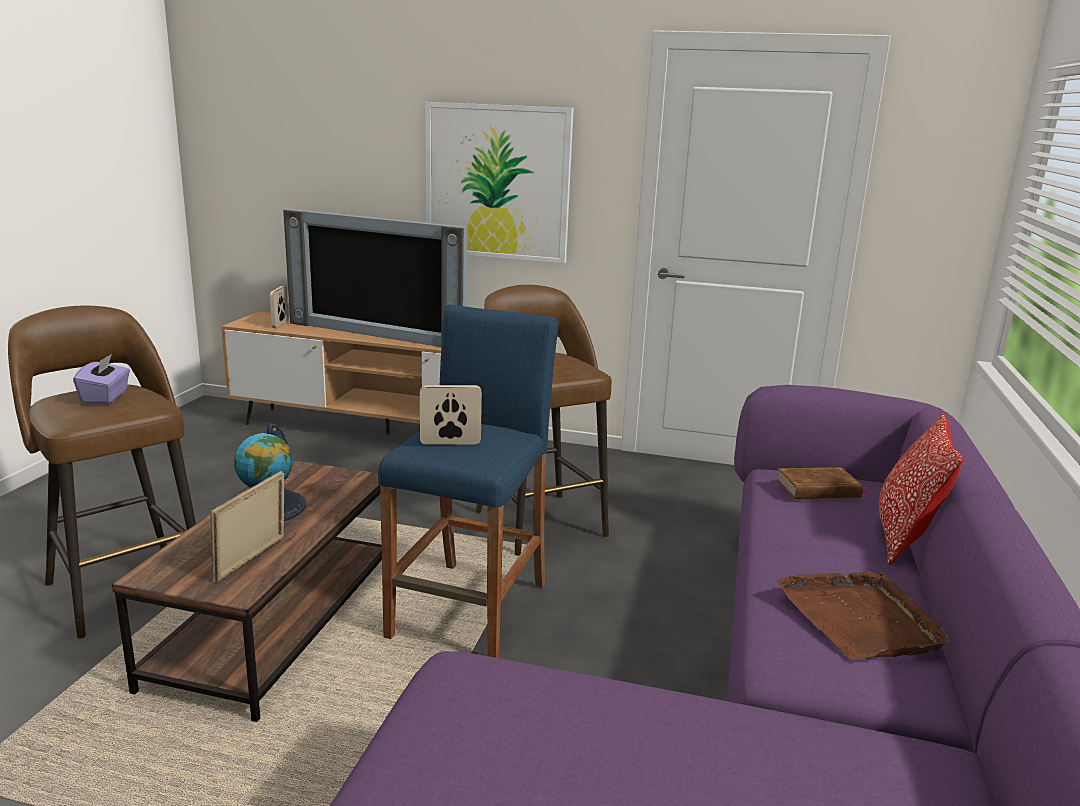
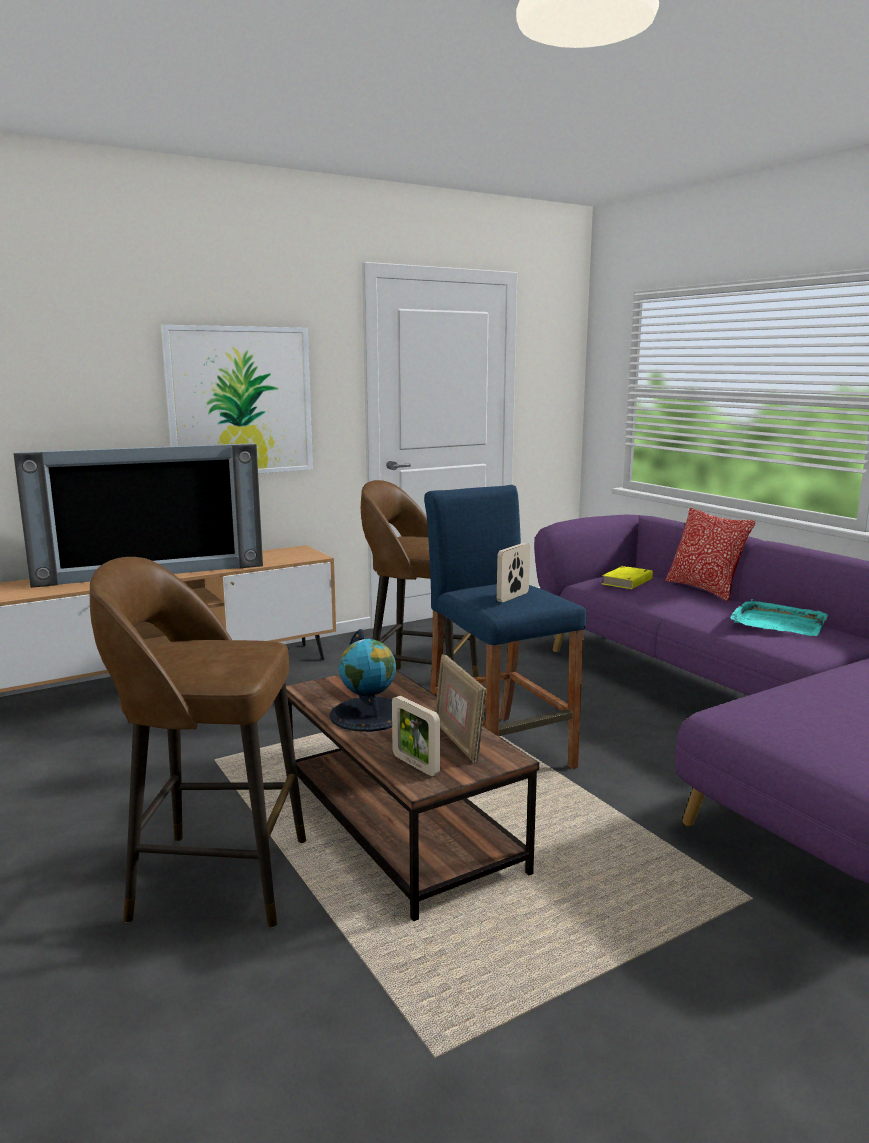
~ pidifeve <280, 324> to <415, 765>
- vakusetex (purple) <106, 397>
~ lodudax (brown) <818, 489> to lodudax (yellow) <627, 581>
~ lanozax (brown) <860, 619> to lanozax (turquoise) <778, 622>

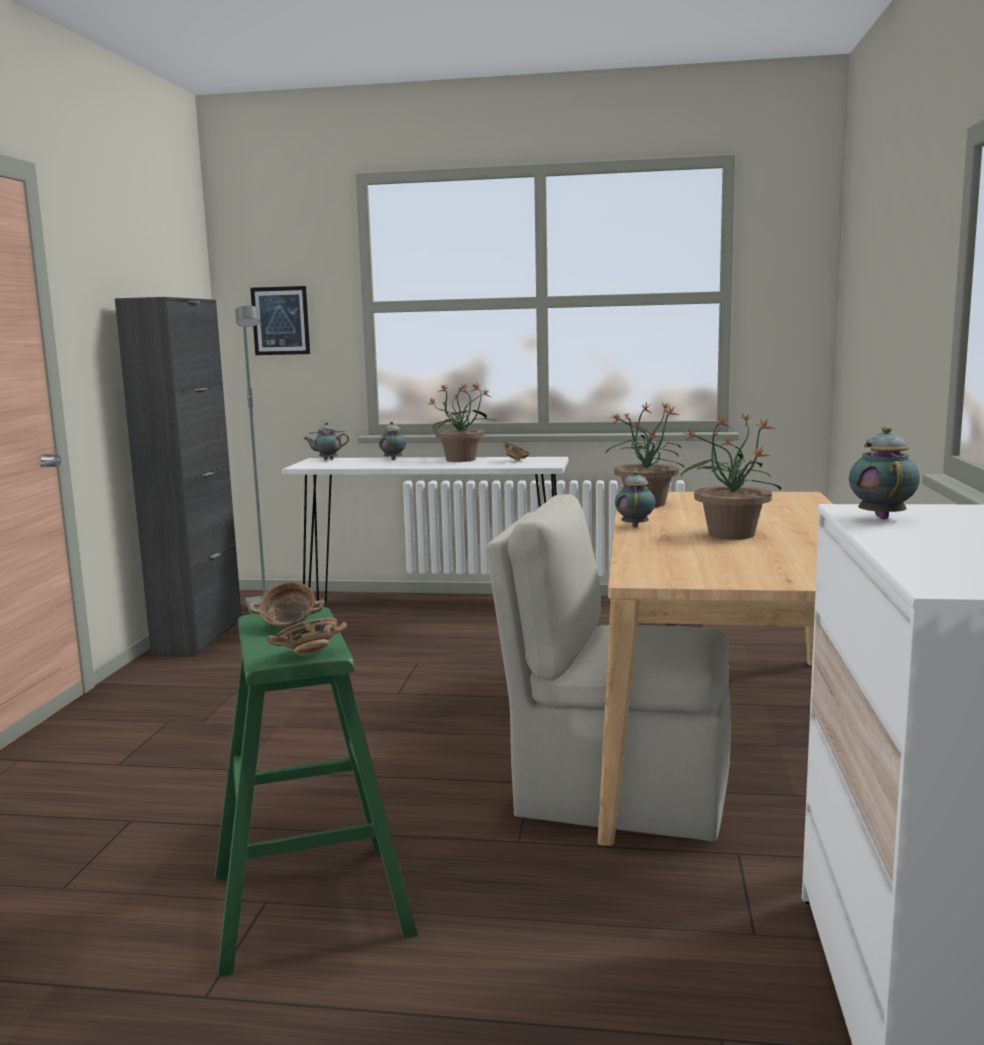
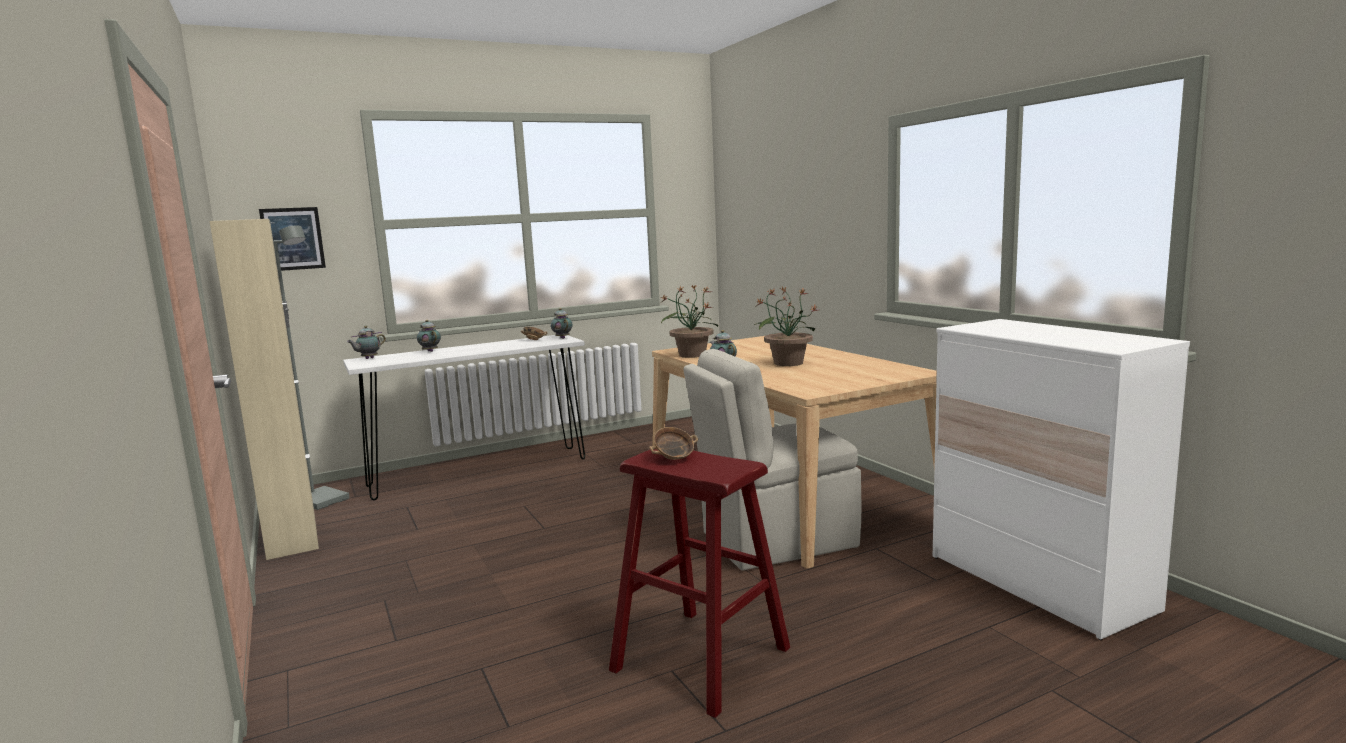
~ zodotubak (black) <198, 636> to zodotubak (beige) <292, 536>
- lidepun <462, 459>
~ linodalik <881, 517> to <562, 338>
~ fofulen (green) <310, 902> to fofulen (red) <700, 659>
- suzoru <309, 654>

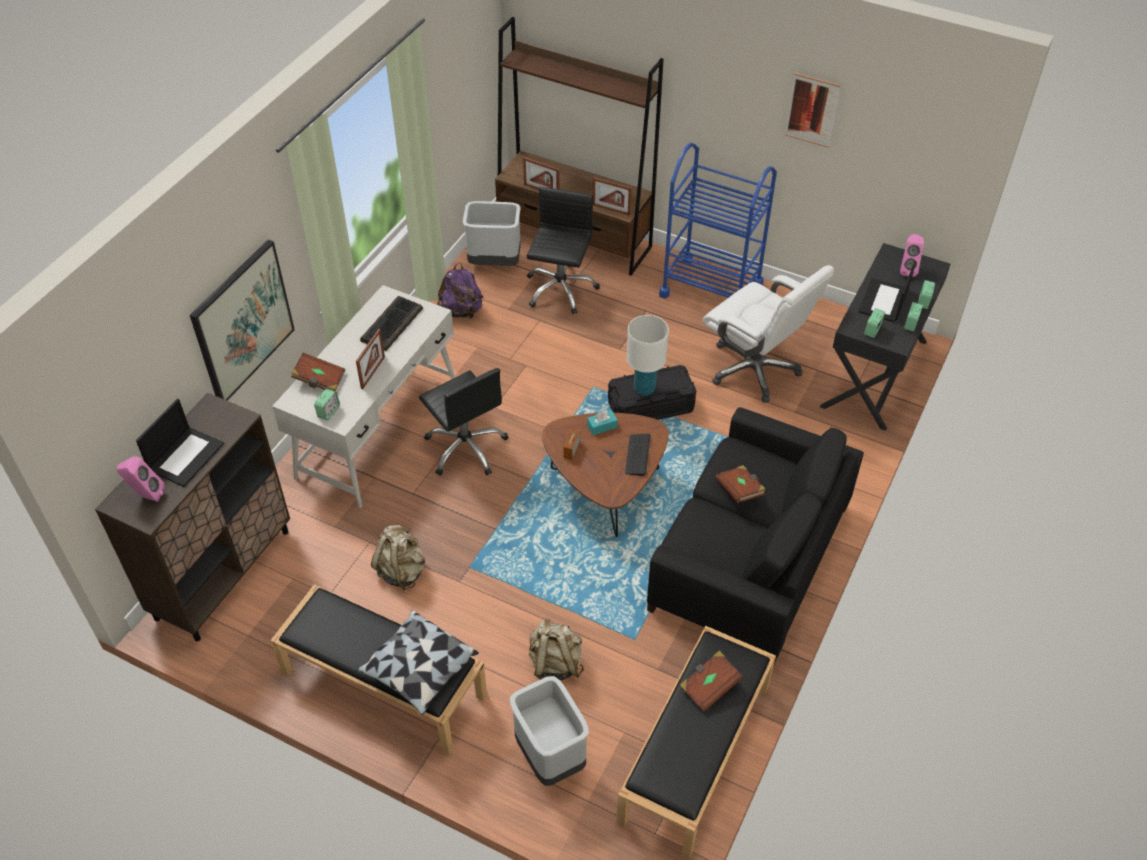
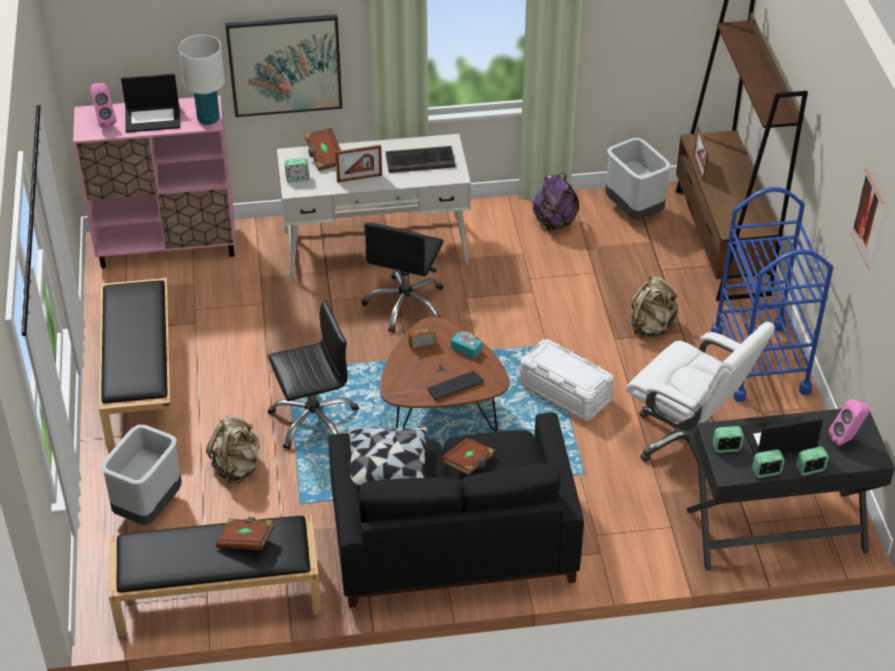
- pidifeve <611, 209>
~ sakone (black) <560, 289> to <313, 420>
~ sakone (white) <755, 369> = <687, 440> 60 degrees counterclockwise
~ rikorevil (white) <644, 389> to <208, 119>
~ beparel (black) <651, 407> to beparel (white) <565, 392>
~ zodotubak (brown) <223, 574> to zodotubak (pink) <168, 246>
~ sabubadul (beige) <402, 571> to <651, 326>
~ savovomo <419, 670> to <385, 469>

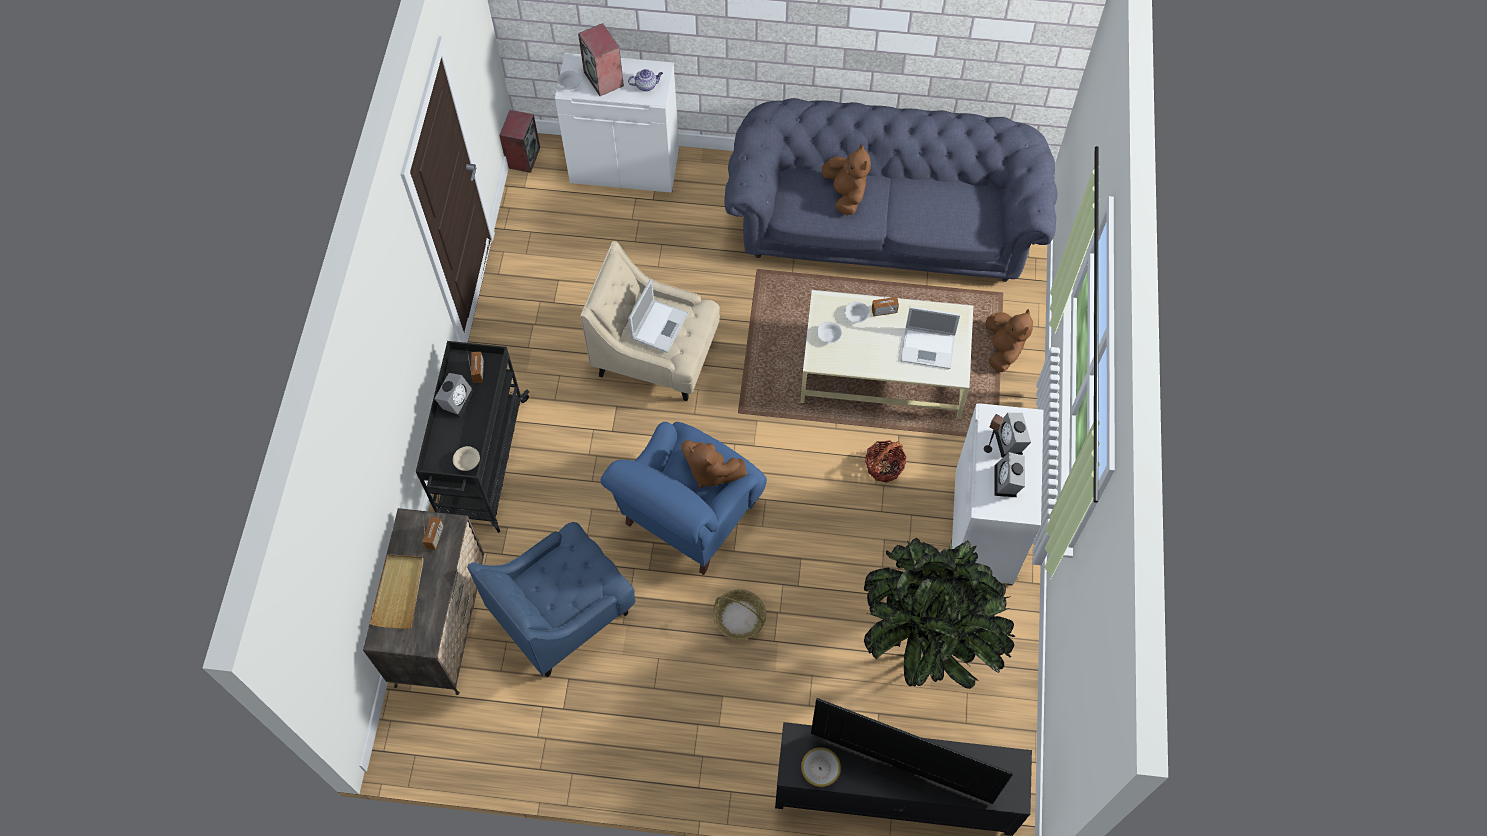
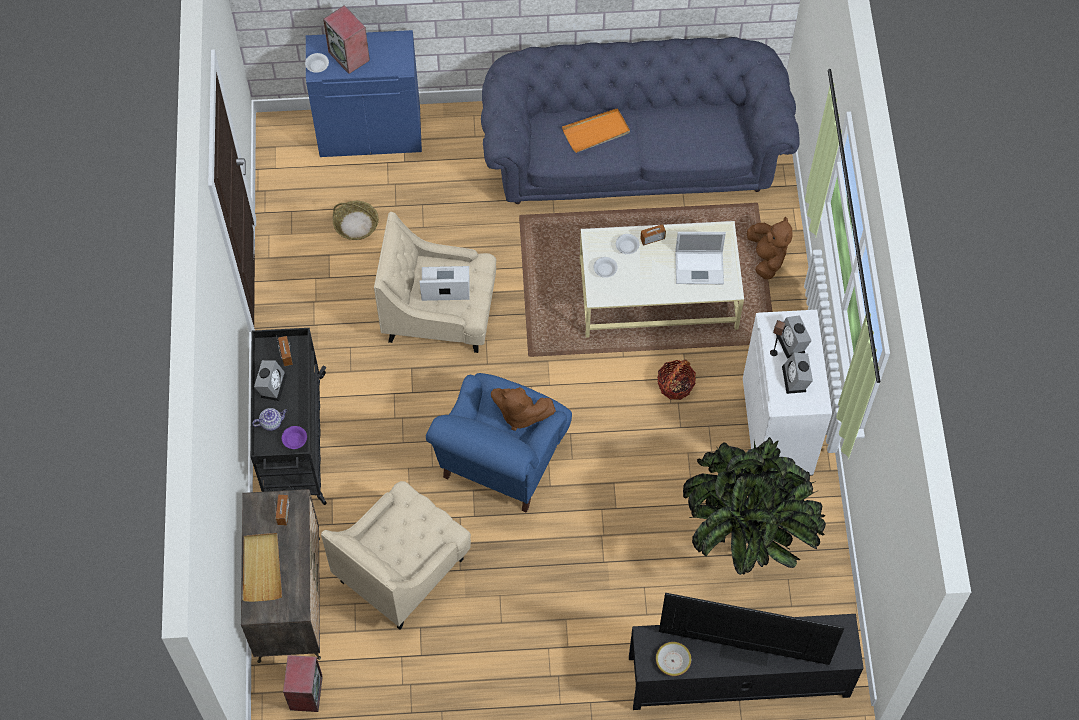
~ zodotubak (white) <625, 166> to zodotubak (blue) <370, 132>
~ linodalik <646, 85> to <271, 422>
~ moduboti <523, 157> to <305, 692>
~ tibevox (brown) <845, 194> to lanozax (orange) <596, 132>
~ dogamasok <660, 325> = <444, 284> 105 degrees counterclockwise
~ suzoru (beige) <467, 461> to suzoru (purple) <295, 440>
~ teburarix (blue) <564, 613> to teburarix (beige) <403, 569>
~ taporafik <739, 618> to <356, 225>

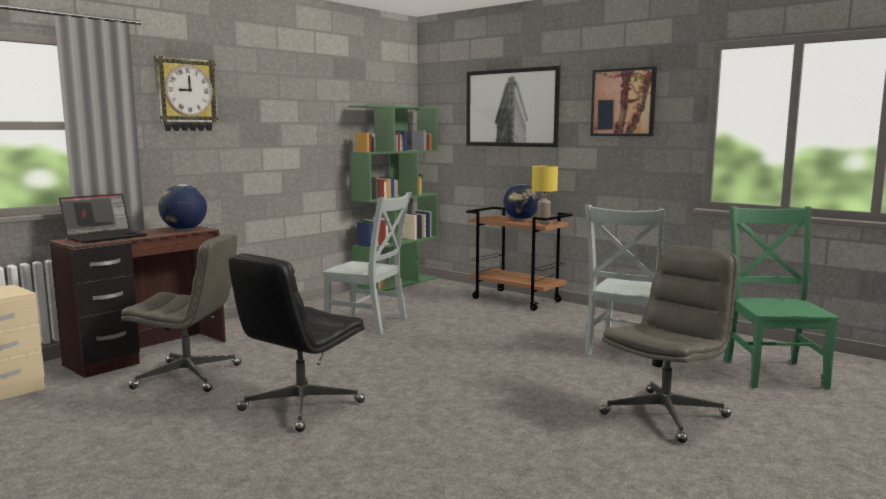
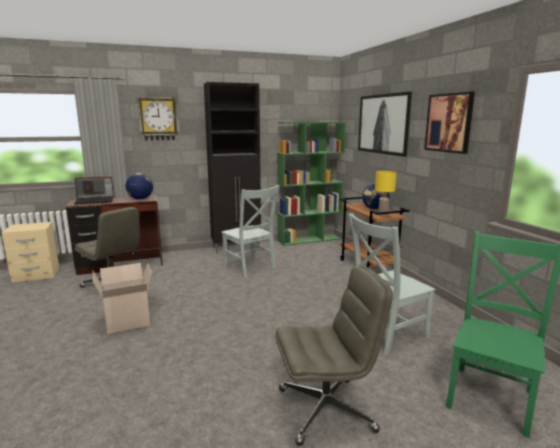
~ sakone (black) <301, 407> to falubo <127, 322>
+ zodotubak (black) <237, 248>

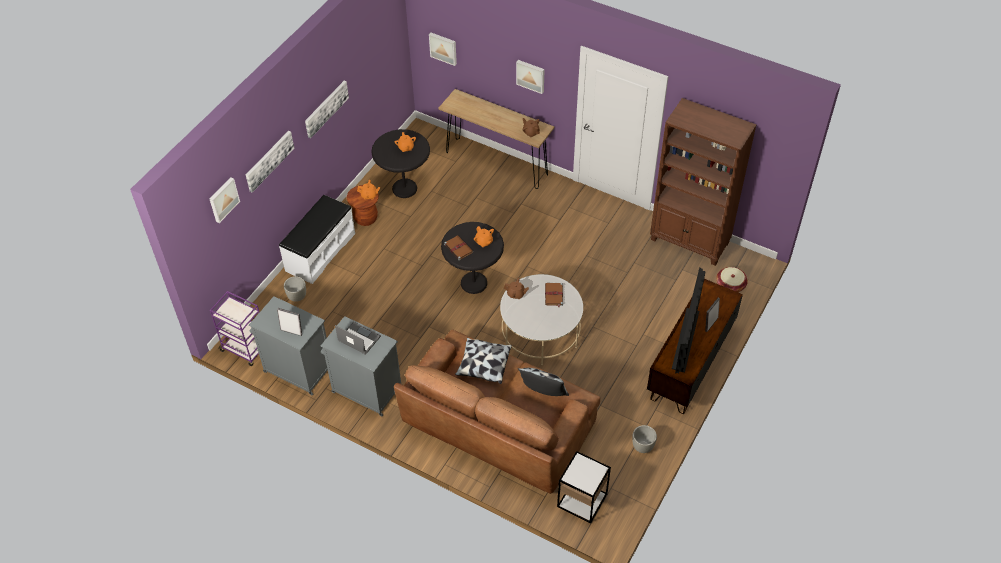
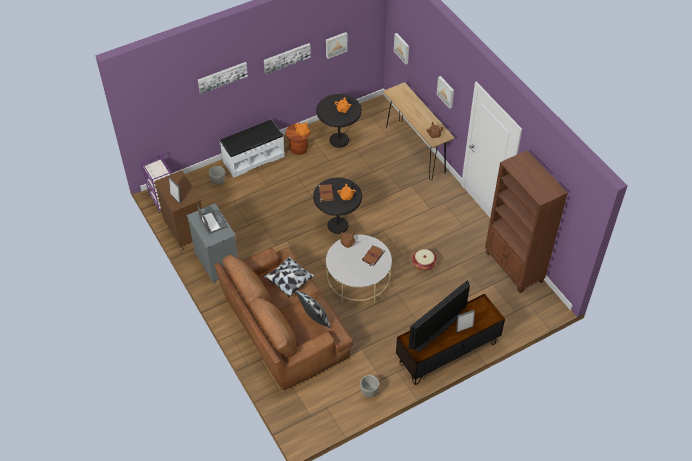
~ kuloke <223, 199> to <335, 44>
~ taporafik <730, 285> to <423, 264>
~ zodotubak (grey) <297, 369> to zodotubak (brown) <184, 229>
- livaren <582, 500>

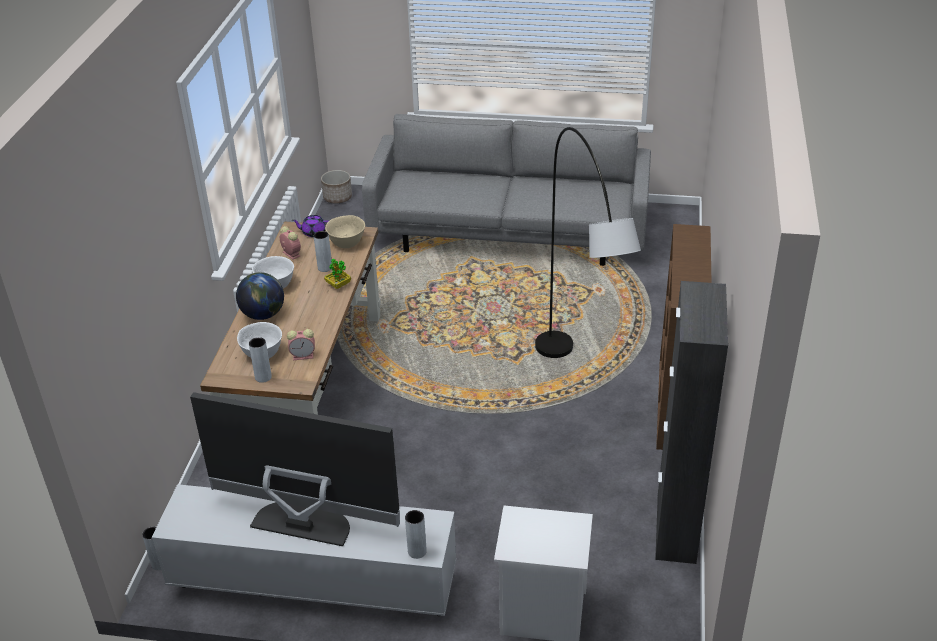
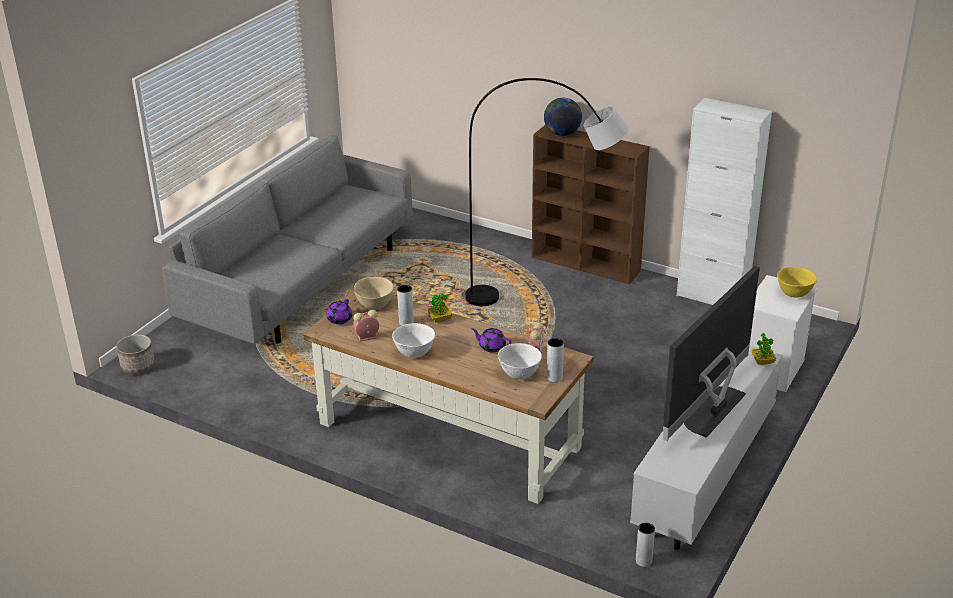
~ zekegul <263, 314> to <562, 134>
~ zodotubak (black) <676, 528> to zodotubak (white) <712, 297>
~ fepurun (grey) <417, 551> to lidepun <762, 362>
+ suzoru (yellow) <794, 293>
+ linodalik (purple) <491, 347>

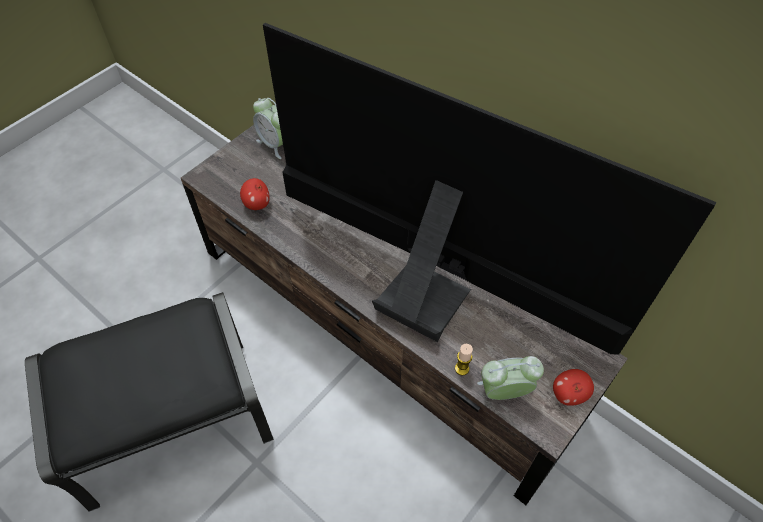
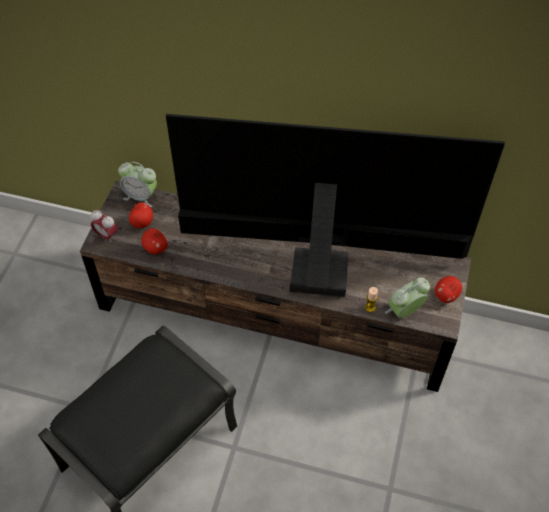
+ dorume <142, 223>
+ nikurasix <106, 235>

